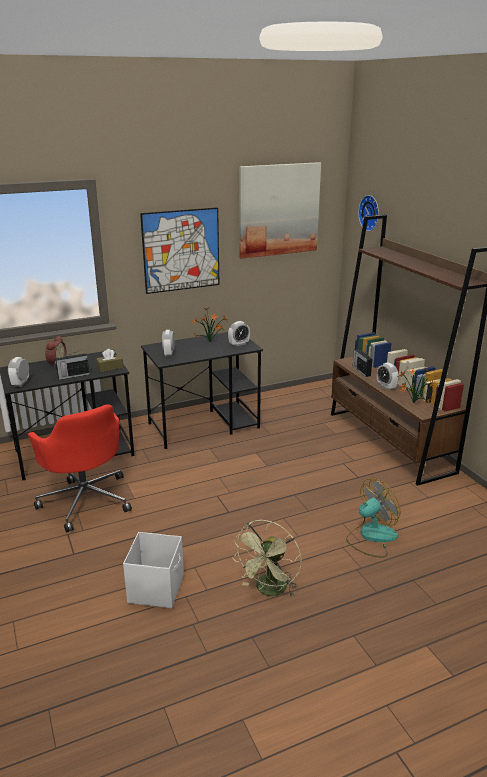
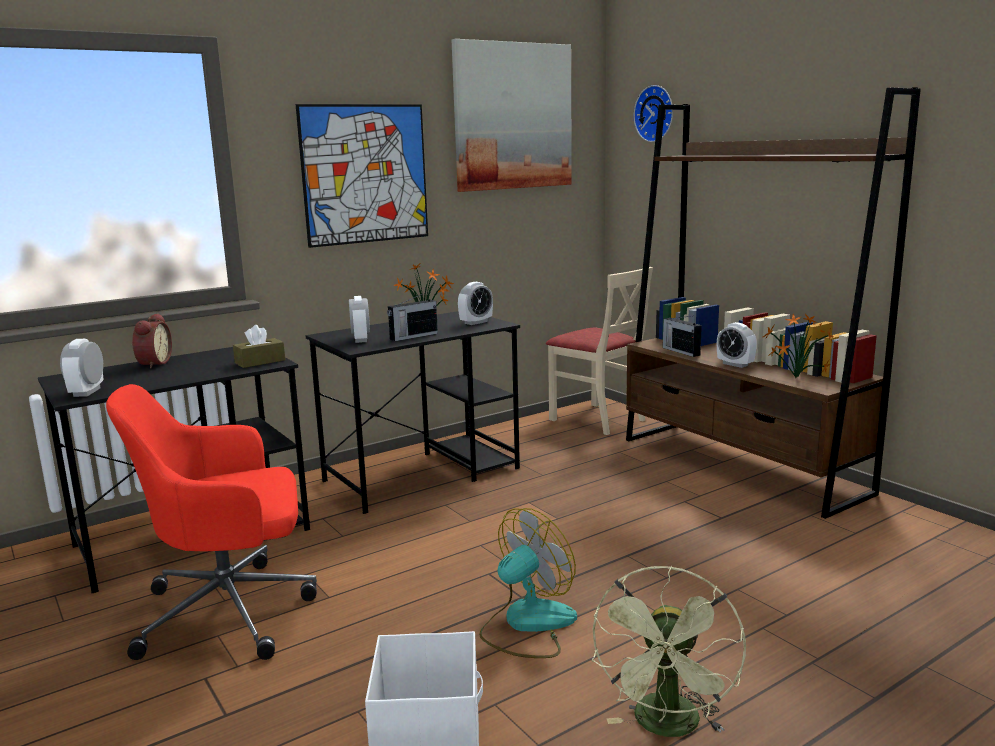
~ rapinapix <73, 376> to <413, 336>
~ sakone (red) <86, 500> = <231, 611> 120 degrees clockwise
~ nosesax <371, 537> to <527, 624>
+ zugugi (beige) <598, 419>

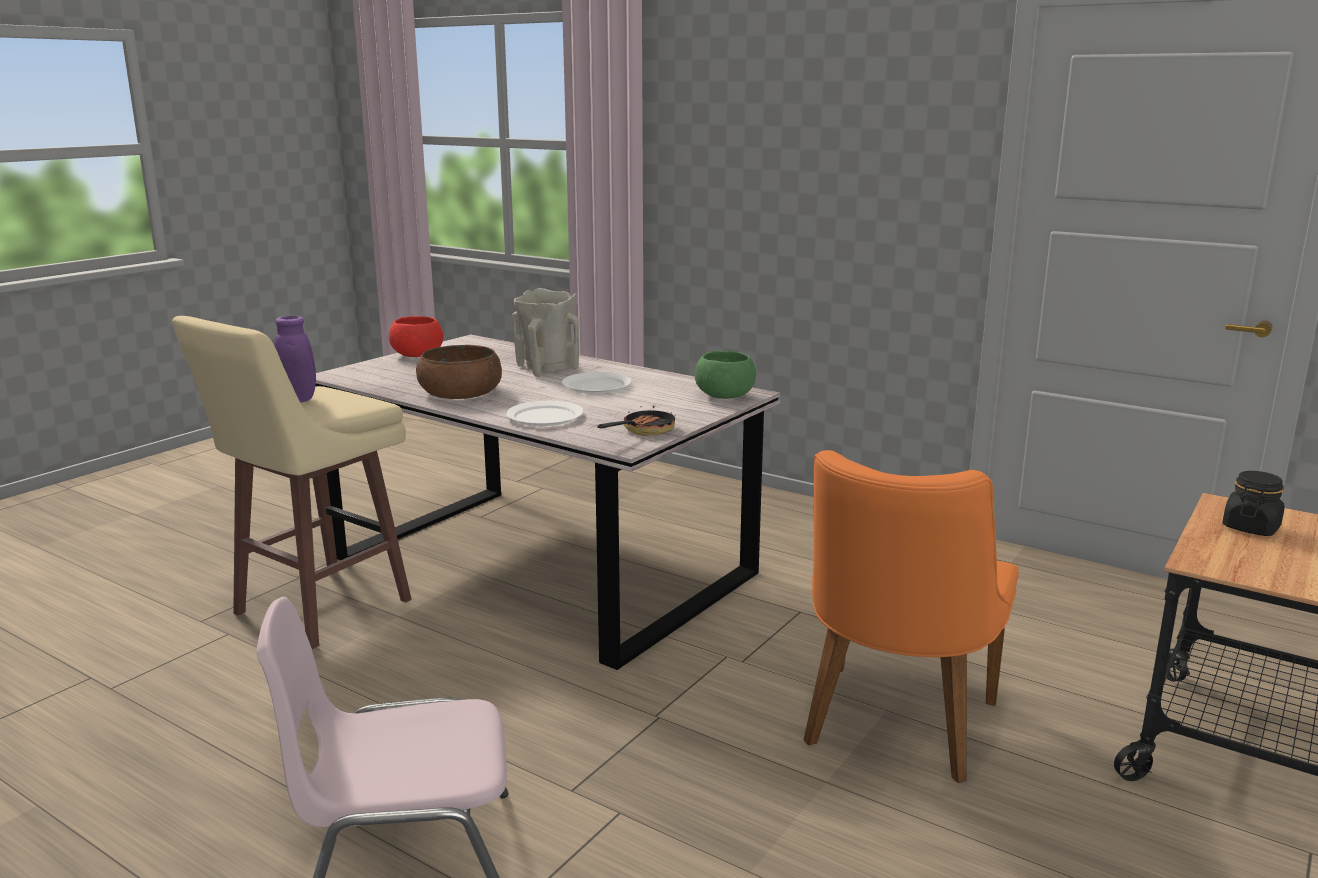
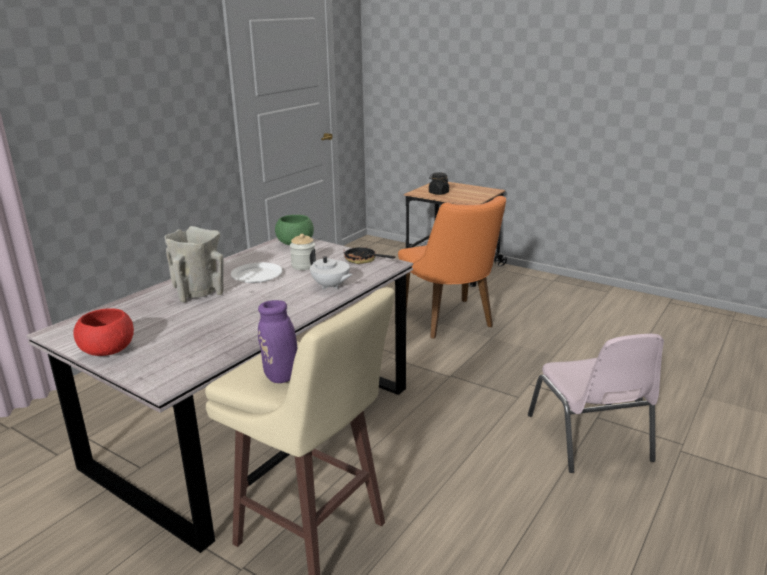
- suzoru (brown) <460, 392>
~ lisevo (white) <544, 417> to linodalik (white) <330, 286>
~ zugugi (orange) <893, 731> = <451, 322> 45 degrees clockwise
+ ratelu <303, 266>

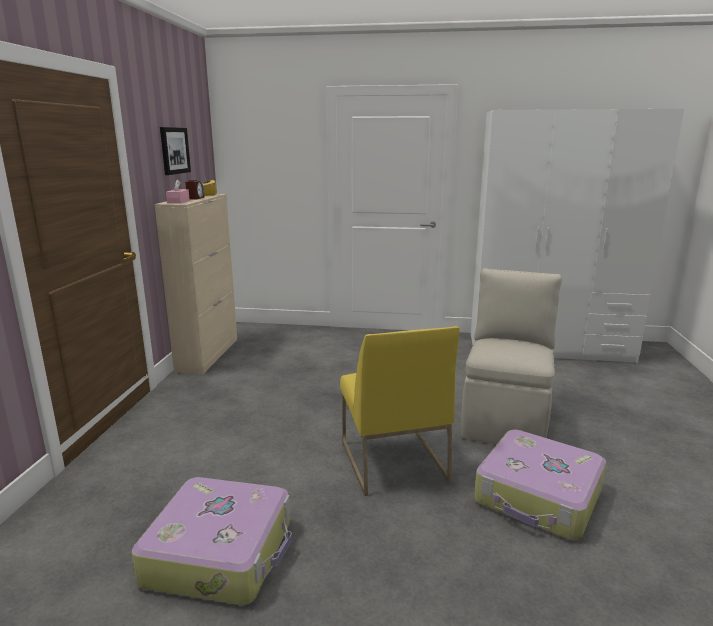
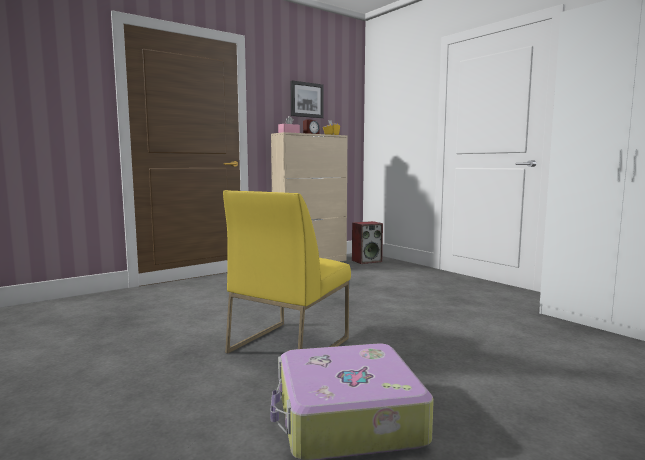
- zugugi (beige) <505, 419>
- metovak <221, 552>
+ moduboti <367, 261>

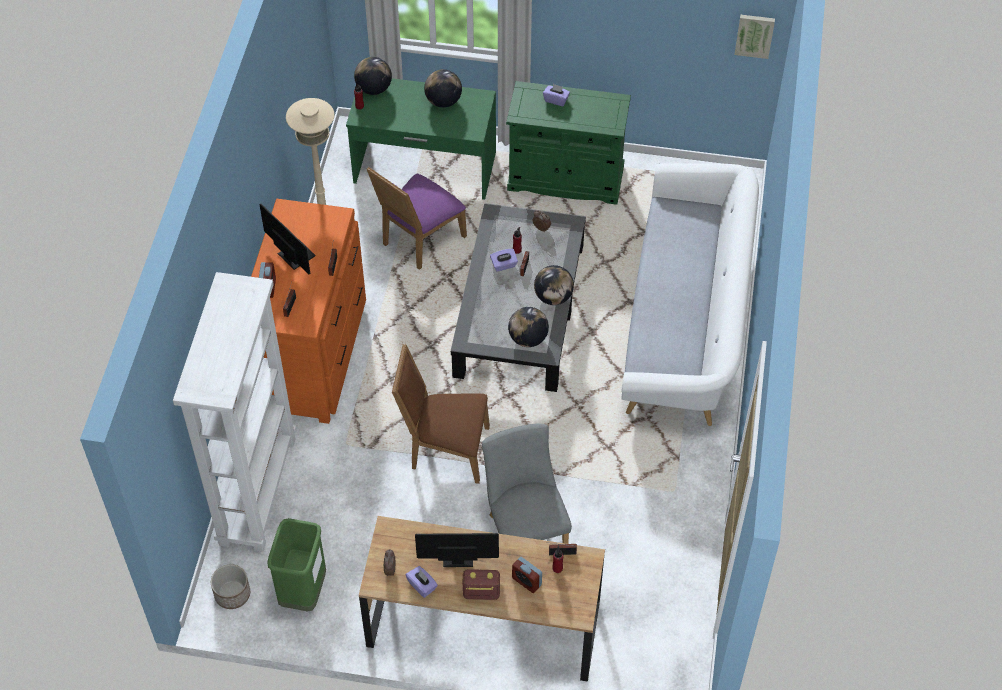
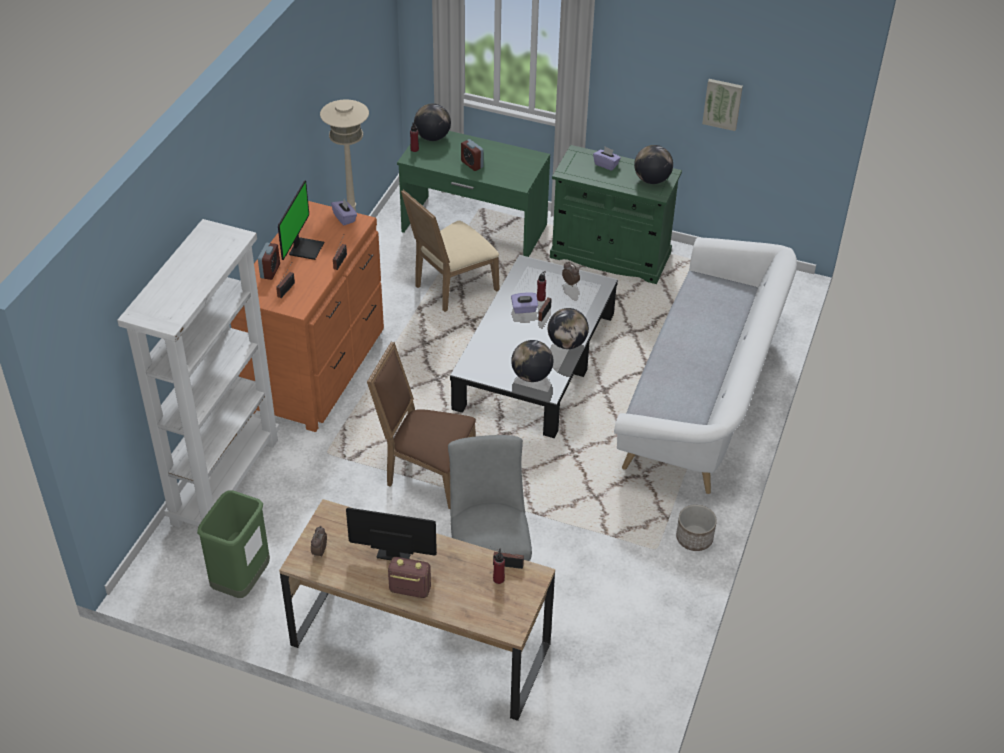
~ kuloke <754, 35> to <722, 103>
~ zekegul <443, 101> to <652, 180>
~ zugugi (purple) <419, 241> to zugugi (beige) <451, 288>
~ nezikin <294, 256> = <305, 248> 45 degrees clockwise
~ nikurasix <526, 581> to <472, 164>
~ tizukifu <232, 594> to <694, 538>
~ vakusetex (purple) <422, 586> to <344, 218>

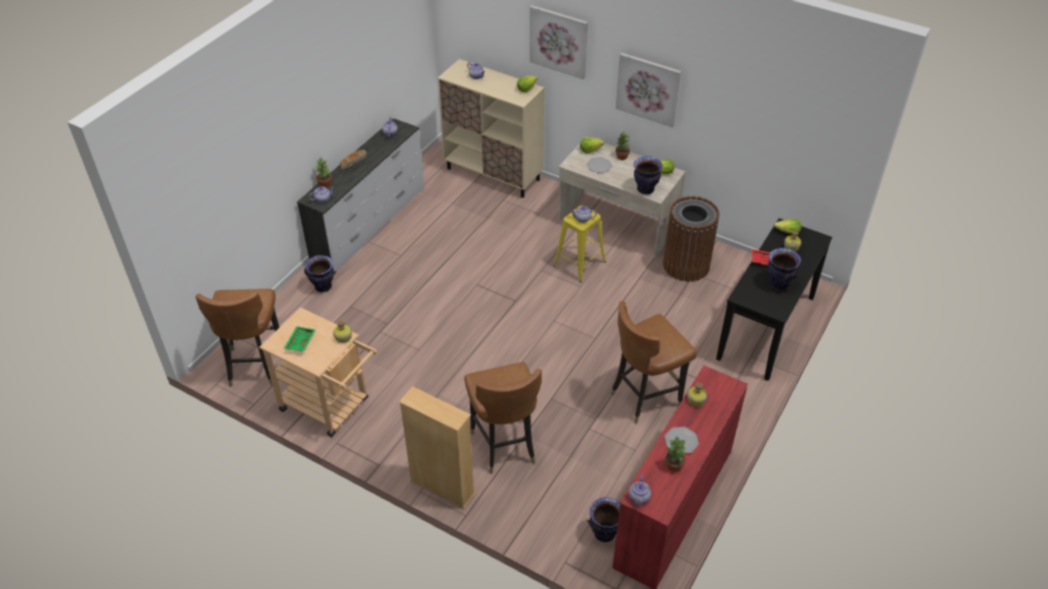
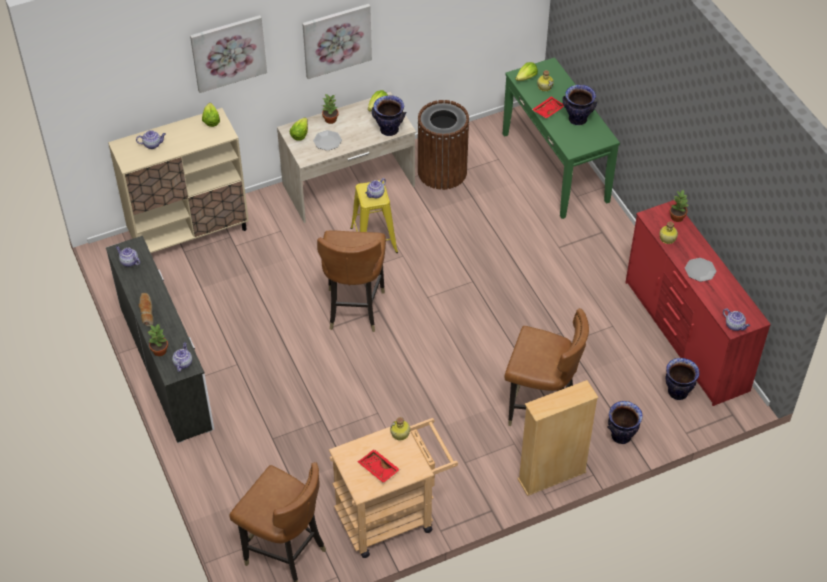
~ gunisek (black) <767, 327> to gunisek (green) <555, 167>
~ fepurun <323, 287> to <621, 436>
~ zugugi (brown) <645, 397> to <354, 308>
~ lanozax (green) <300, 342> to lanozax (red) <378, 469>
~ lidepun <674, 465> to <677, 217>

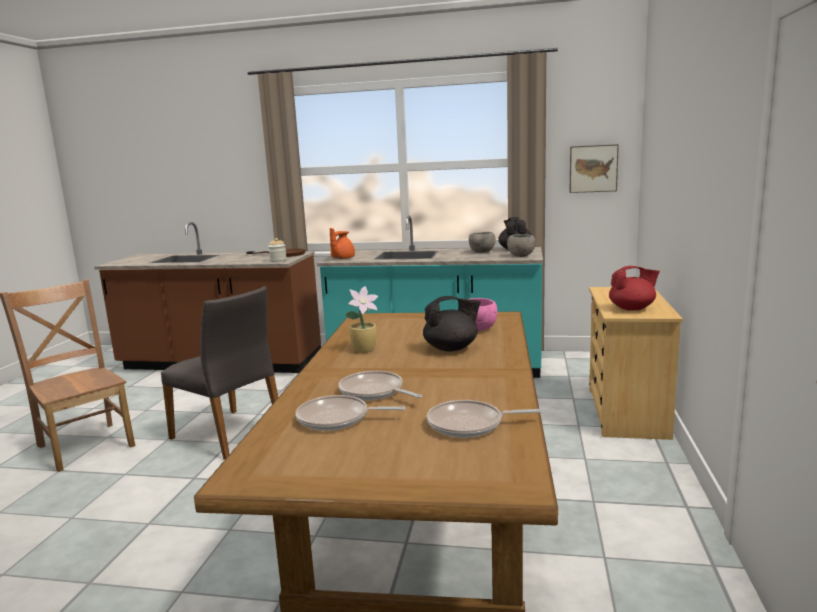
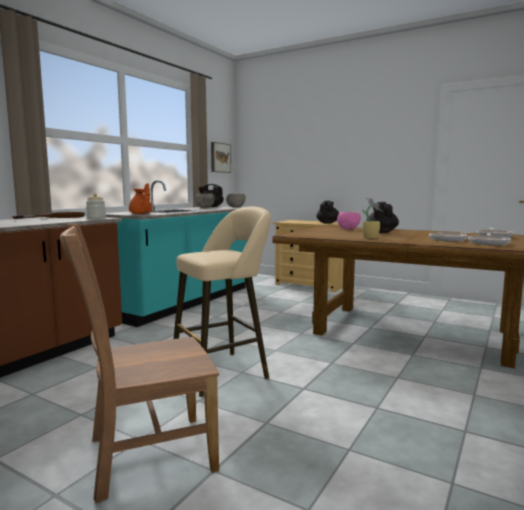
~ linodalik (red) <632, 308> to linodalik (black) <327, 223>
~ zugugi (grey) <229, 434> to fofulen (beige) <224, 371>

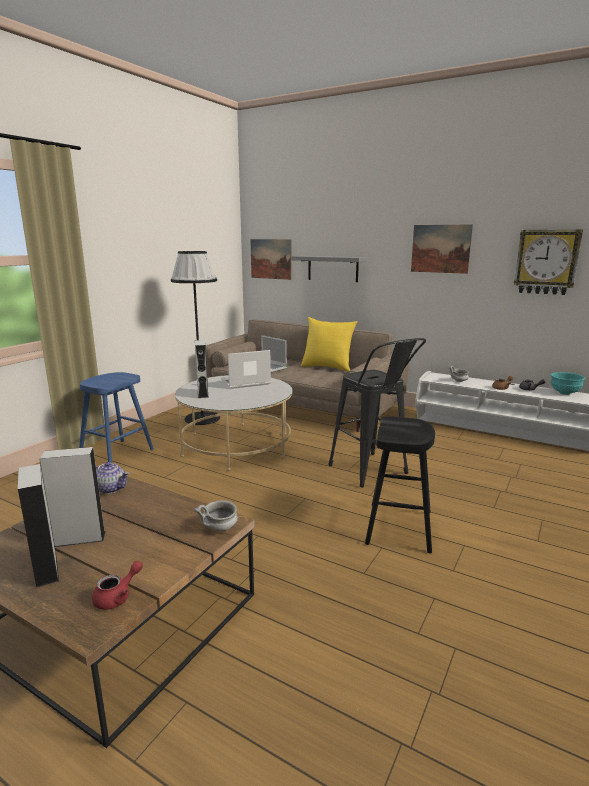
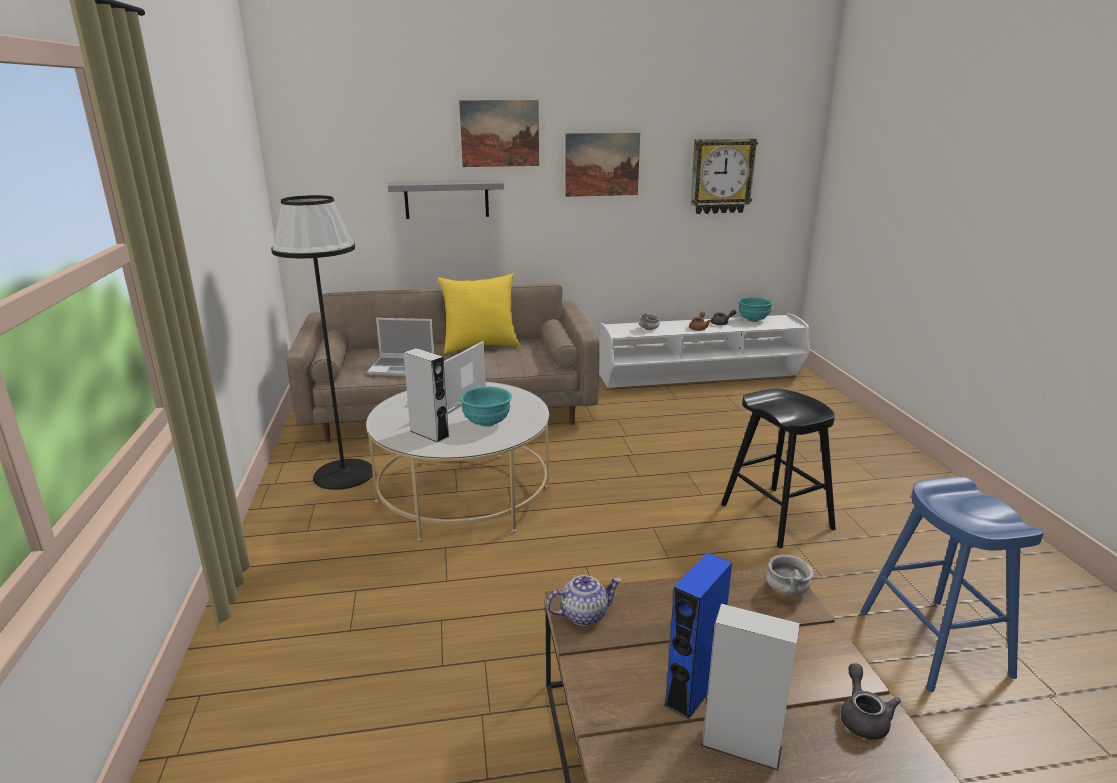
~ kuloke <271, 259> to <500, 133>
- fofulen (black) <372, 473>
~ fofulen (blue) <116, 455> to <934, 643>
~ moduboti (grey) <80, 538> to moduboti (blue) <692, 691>
~ linodalik (red) <117, 597> to linodalik (grey) <863, 717>
+ suzoru (turquoise) <487, 424>

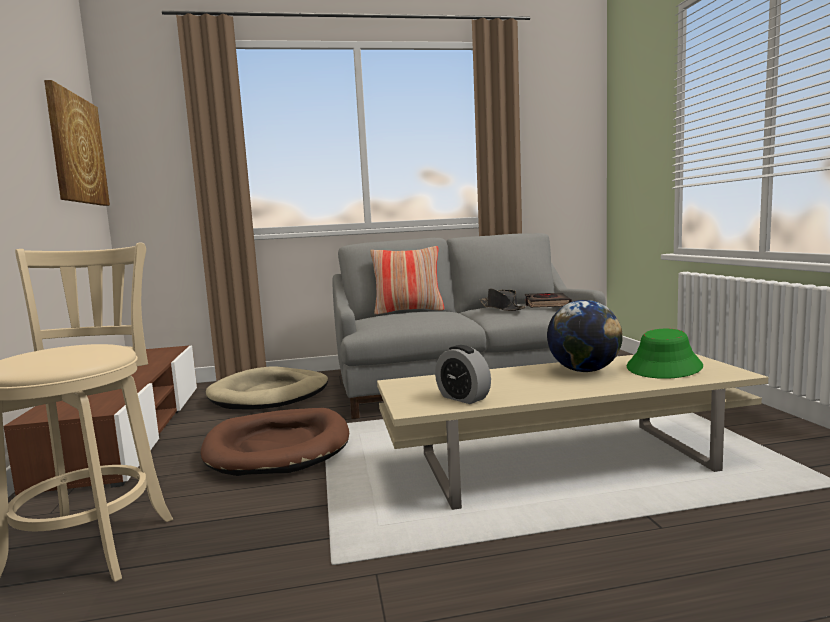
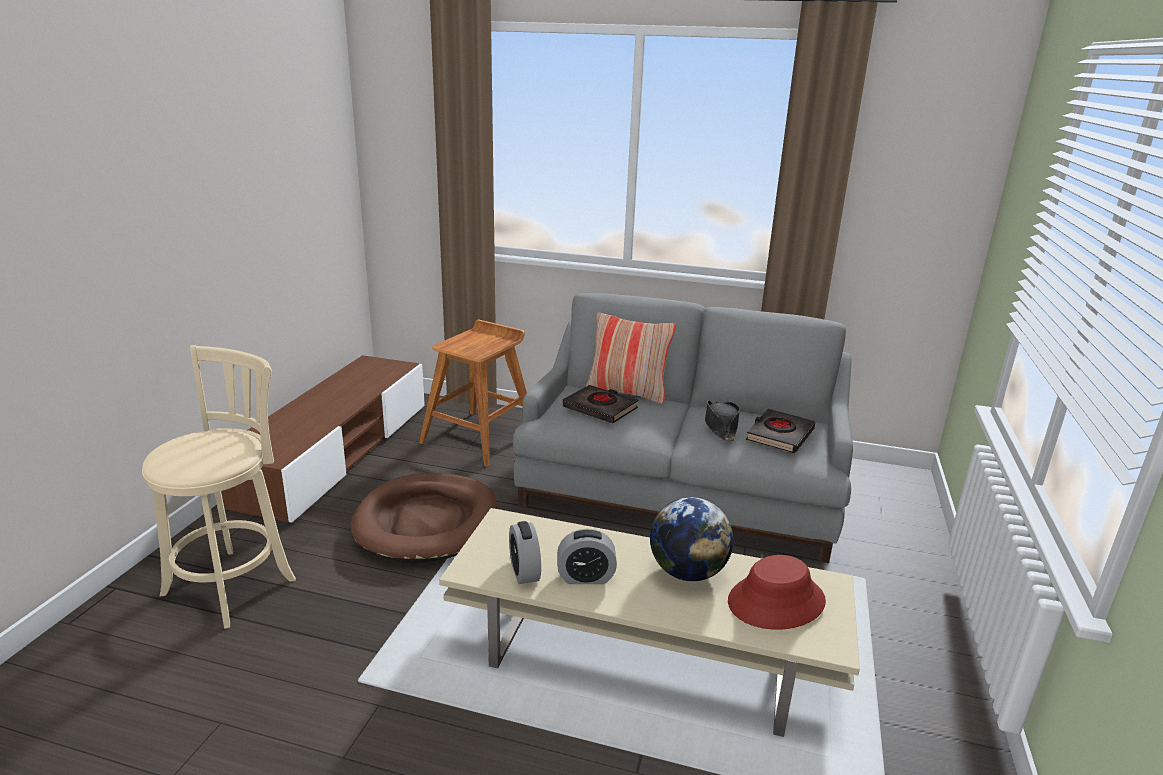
- kuloke <76, 149>
~ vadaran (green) <664, 367> to vadaran (red) <776, 602>
~ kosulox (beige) <270, 394> to fofulen (brown) <480, 437>
+ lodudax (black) <600, 408>
+ nikurasix <585, 577>

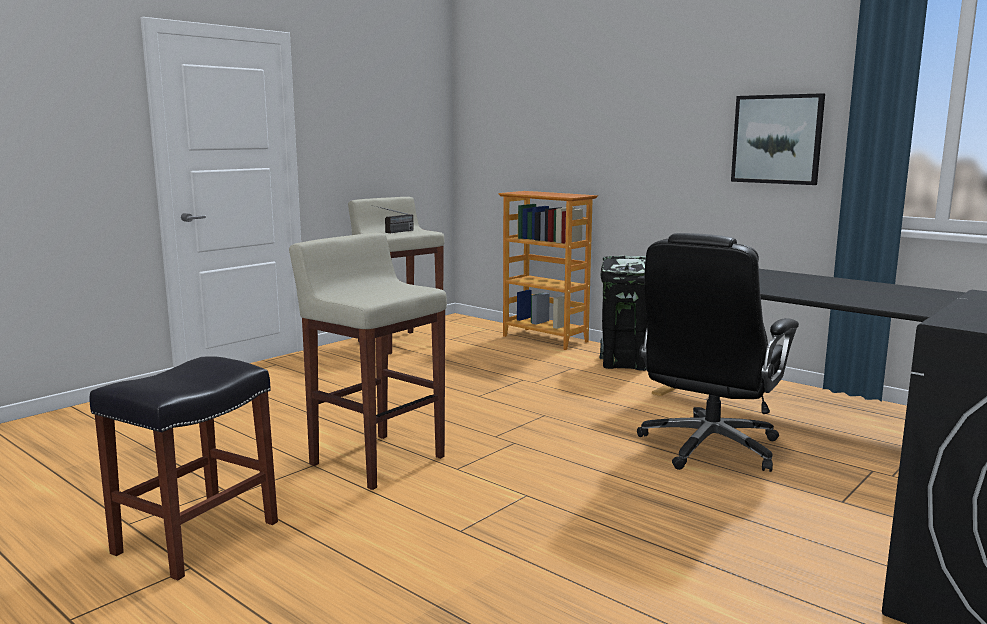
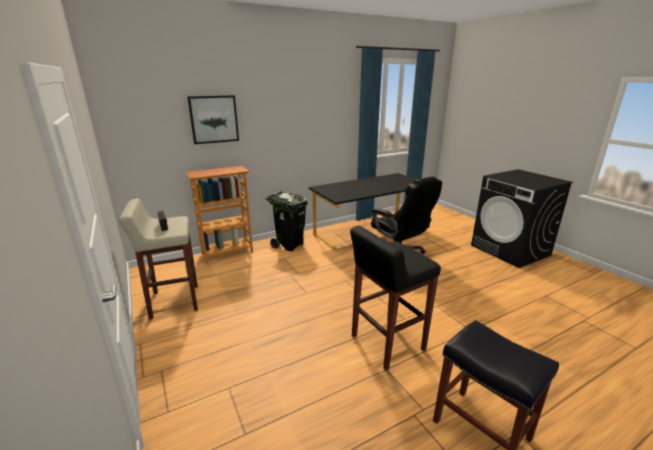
~ kuloke <777, 139> to <214, 119>
~ fofulen (beige) <376, 460> to fofulen (black) <386, 343>

